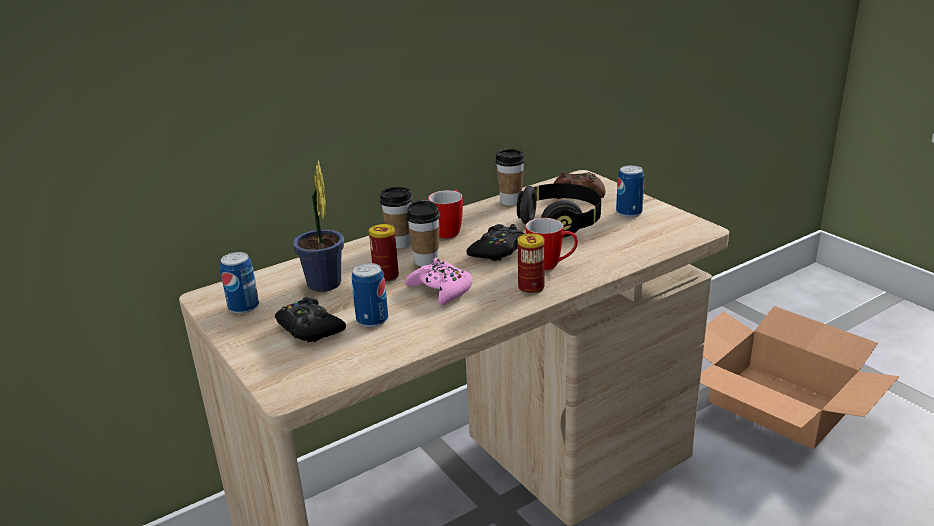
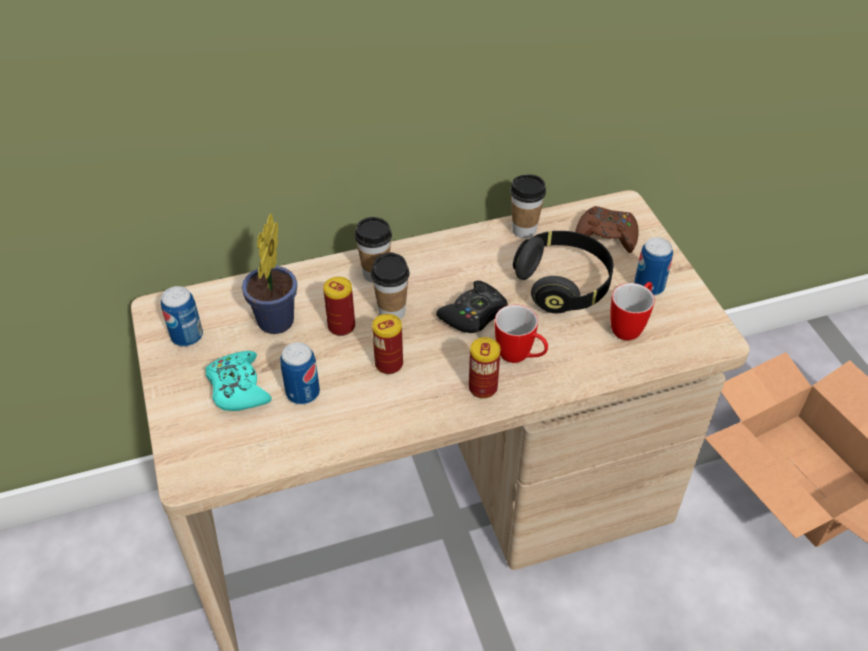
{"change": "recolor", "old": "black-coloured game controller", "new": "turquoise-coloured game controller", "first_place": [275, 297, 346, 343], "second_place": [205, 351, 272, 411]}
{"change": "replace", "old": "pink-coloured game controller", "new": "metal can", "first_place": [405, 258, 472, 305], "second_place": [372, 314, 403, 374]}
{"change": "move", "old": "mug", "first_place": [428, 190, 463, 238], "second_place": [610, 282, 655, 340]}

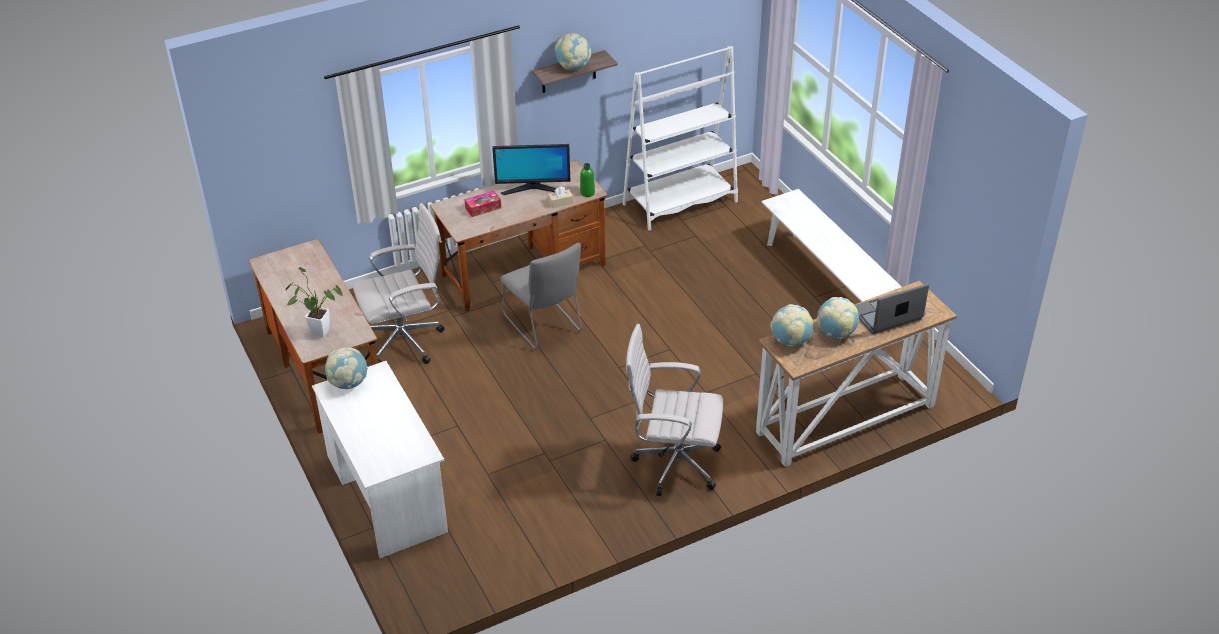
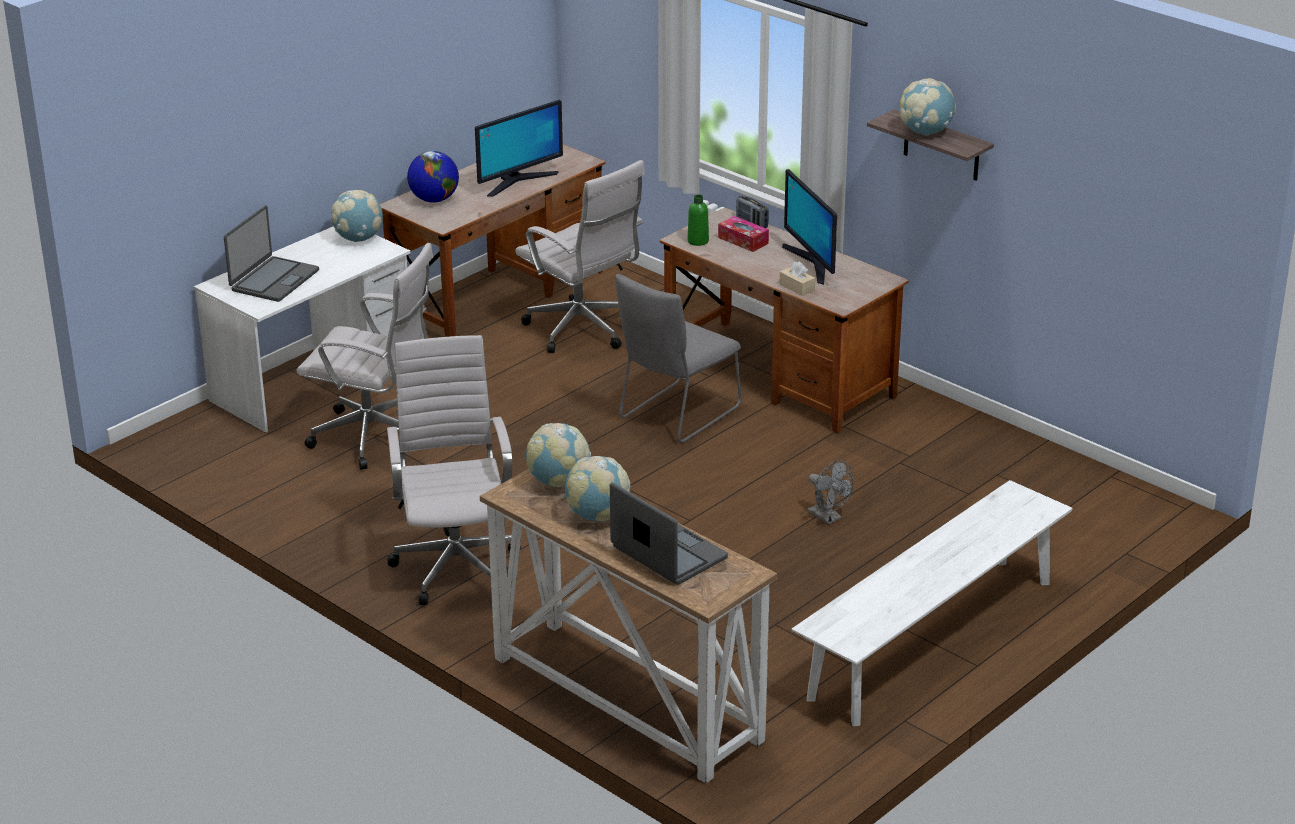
{"change": "insert", "new": "laptop", "second_place": [224, 206, 319, 302]}
{"change": "insert", "new": "white desk chair", "second_place": [296, 243, 433, 470]}
{"change": "replace", "old": "plant in a pot", "new": "desk globe", "first_place": [285, 267, 343, 338], "second_place": [407, 151, 459, 203]}
{"change": "insert", "new": "computer screen", "second_place": [475, 100, 563, 197]}
{"change": "move", "old": "greenish beverage bottle", "first_place": [580, 163, 595, 197], "second_place": [687, 195, 709, 246]}
{"change": "insert", "new": "radio receiver", "second_place": [736, 195, 769, 228]}
{"change": "insert", "new": "greyish electric fan", "second_place": [808, 460, 853, 525]}
{"change": "delete", "old": "white bookcase", "first_place": [623, 46, 738, 231]}

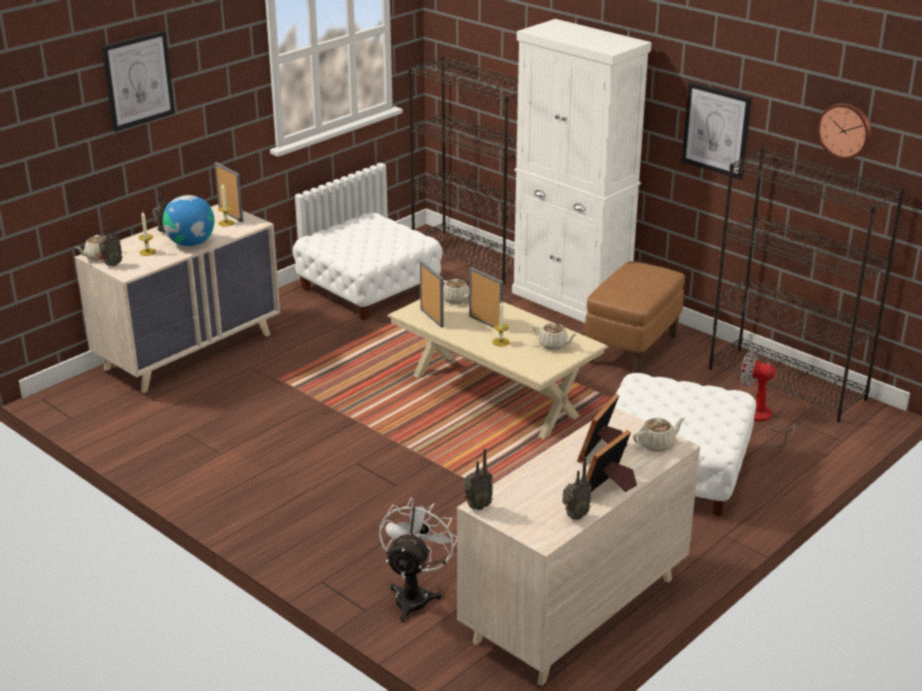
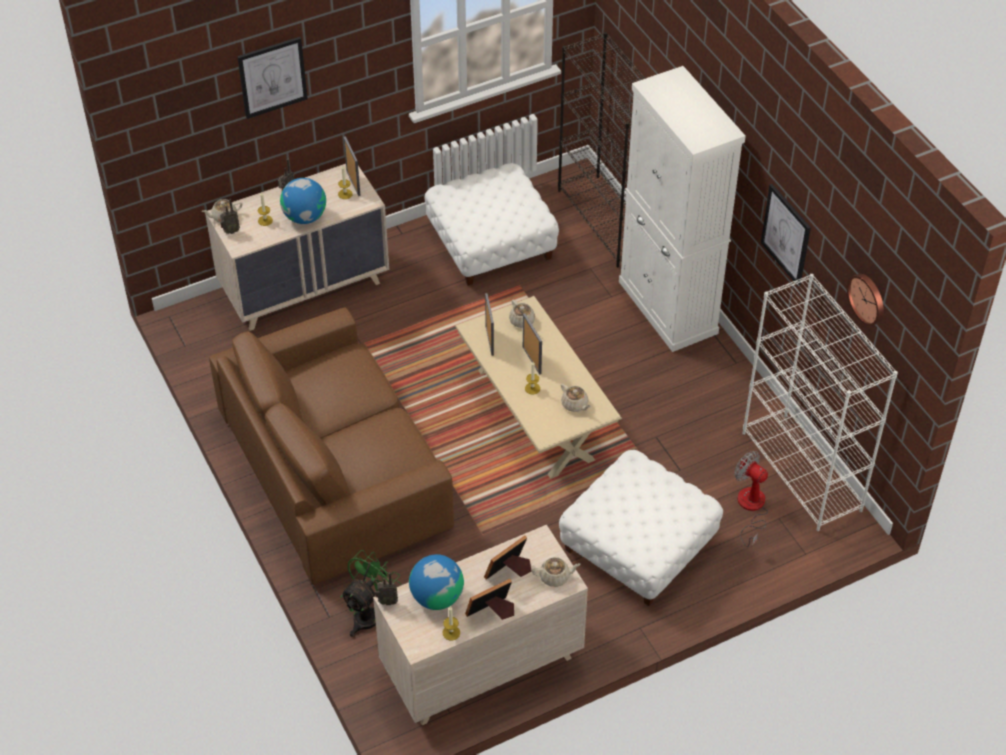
{"change": "insert", "new": "brown-coloured sofa", "second_place": [209, 307, 454, 585]}
{"change": "recolor", "old": "white electric fan", "new": "greenish electric fan", "first_place": [379, 498, 457, 622], "second_place": [340, 550, 402, 637]}
{"change": "insert", "new": "desk globe", "second_place": [409, 554, 464, 610]}
{"change": "replace", "old": "radio receiver", "new": "wax candle", "first_place": [562, 457, 592, 520], "second_place": [443, 606, 460, 641]}
{"change": "recolor", "old": "black-coloured bookcase", "new": "white bookcase", "first_place": [709, 148, 905, 422], "second_place": [742, 274, 898, 531]}
{"change": "delete", "old": "brown-coloured ottoman", "first_place": [585, 261, 685, 373]}

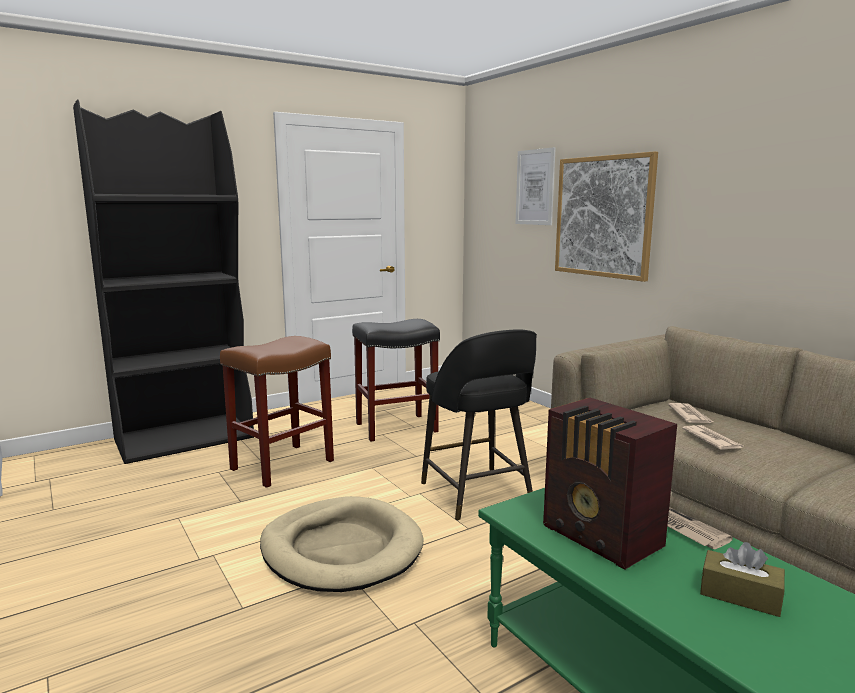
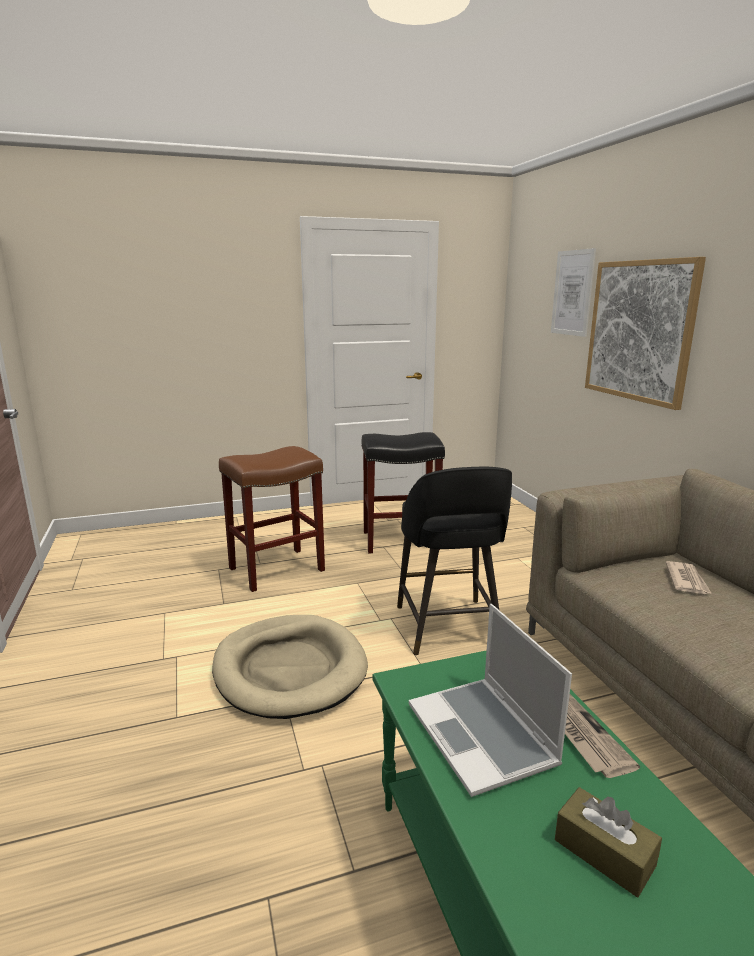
{"change": "replace", "old": "radio receiver", "new": "laptop", "first_place": [543, 398, 677, 570], "second_place": [409, 604, 572, 797]}
{"change": "delete", "old": "black-coloured bookcase", "first_place": [73, 100, 254, 464]}
{"change": "delete", "old": "printed paper", "first_place": [682, 425, 743, 450]}

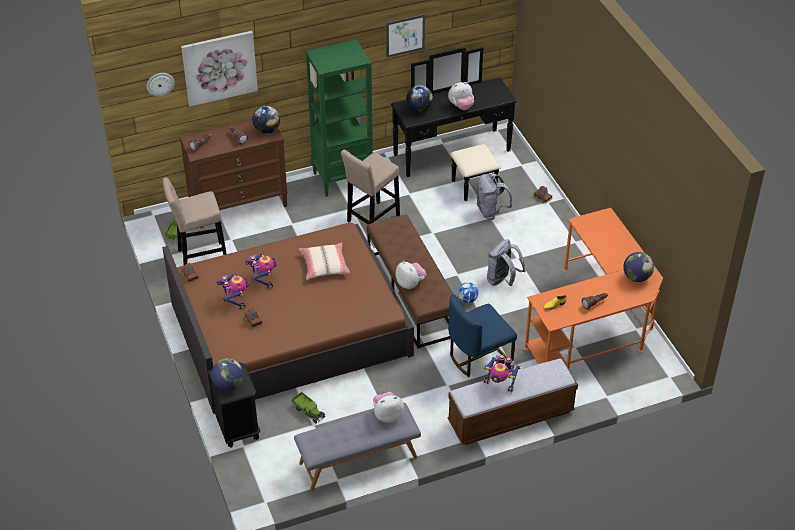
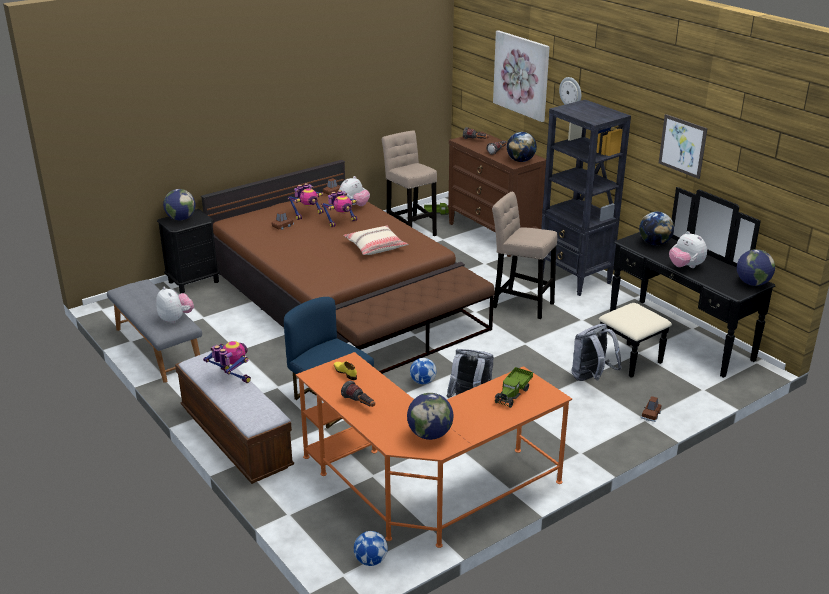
{"change": "rotate", "old": "model robot", "first_place": [484, 355, 521, 393], "second_place": [203, 341, 251, 383], "degrees": 120}
{"change": "move", "old": "cuddly toy", "first_place": [396, 261, 426, 289], "second_place": [339, 176, 370, 206]}
{"change": "insert", "new": "football ball", "second_place": [354, 531, 388, 566]}
{"change": "move", "old": "toy truck", "first_place": [291, 392, 325, 424], "second_place": [495, 367, 533, 408]}
{"change": "recolor", "old": "greenish bookcase", "new": "black-coloured bookcase", "first_place": [306, 39, 373, 197], "second_place": [541, 100, 631, 296]}
{"change": "move", "old": "wall clock", "first_place": [147, 73, 175, 96], "second_place": [559, 77, 581, 104]}
{"change": "insert", "new": "desk globe", "second_place": [737, 249, 775, 286]}

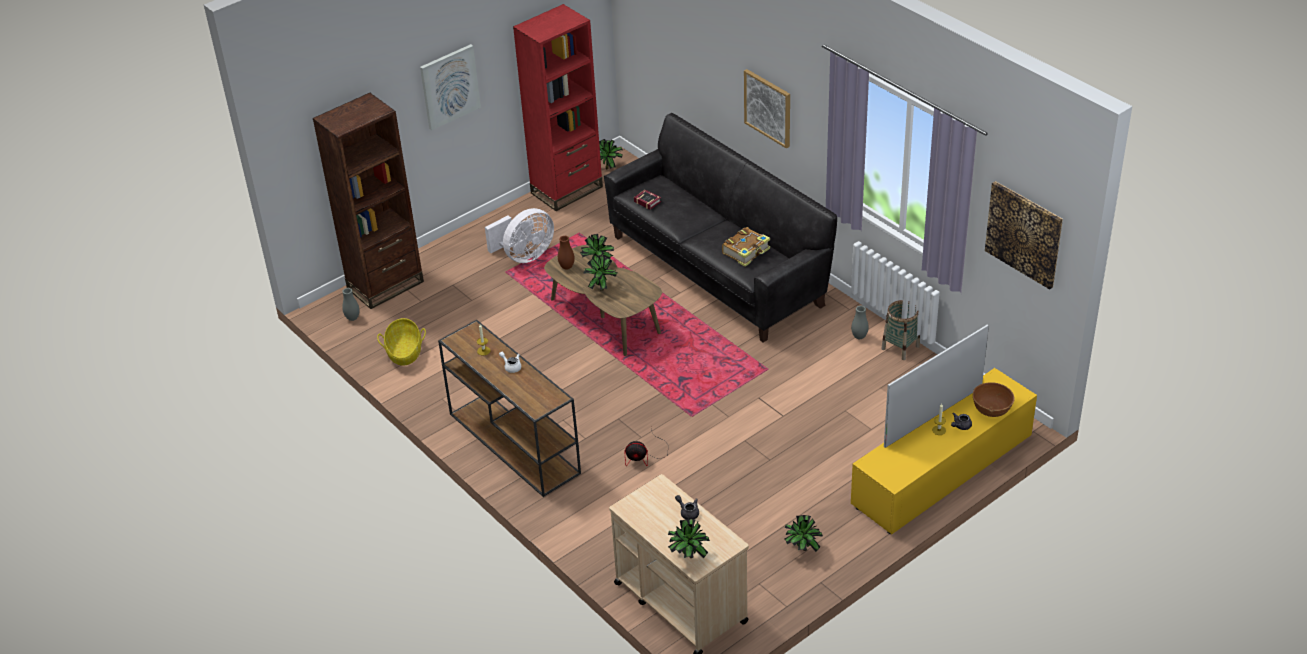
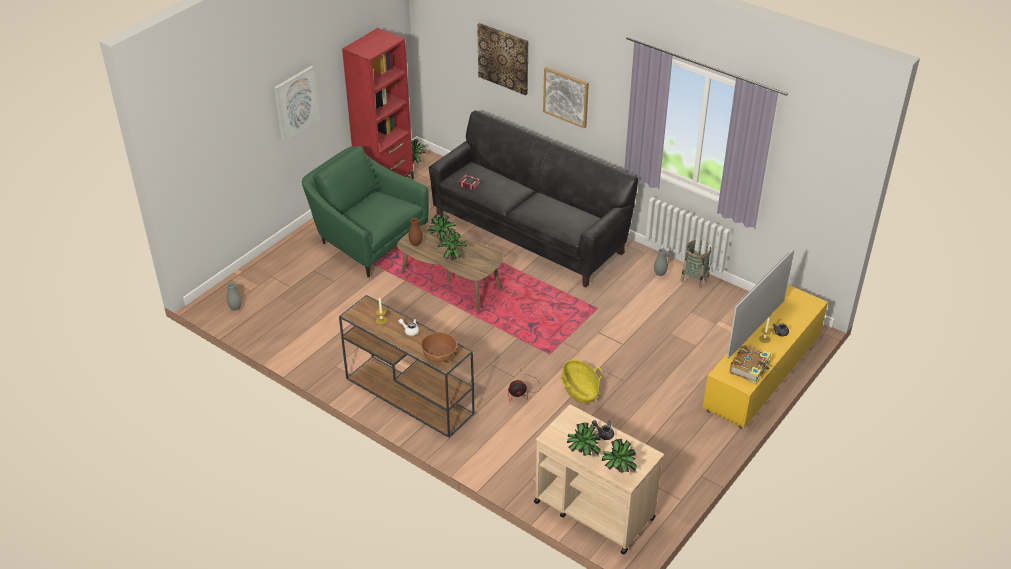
{"change": "replace", "old": "white electric fan", "new": "greenish easy chair", "first_place": [485, 208, 554, 263], "second_place": [302, 146, 429, 278]}
{"change": "move", "old": "brown-coloured deep dish", "first_place": [973, 382, 1015, 417], "second_place": [421, 332, 457, 362]}
{"change": "move", "old": "wall art", "first_place": [985, 181, 1063, 289], "second_place": [477, 23, 528, 95]}
{"change": "move", "old": "household basket", "first_place": [377, 318, 426, 366], "second_place": [560, 360, 602, 403]}
{"change": "move", "old": "plant in a pot", "first_place": [784, 515, 823, 552], "second_place": [567, 423, 601, 456]}
{"change": "move", "old": "book", "first_place": [722, 227, 770, 267], "second_place": [730, 345, 771, 384]}
{"change": "delete", "old": "brown-coloured bookcase", "first_place": [313, 93, 424, 309]}

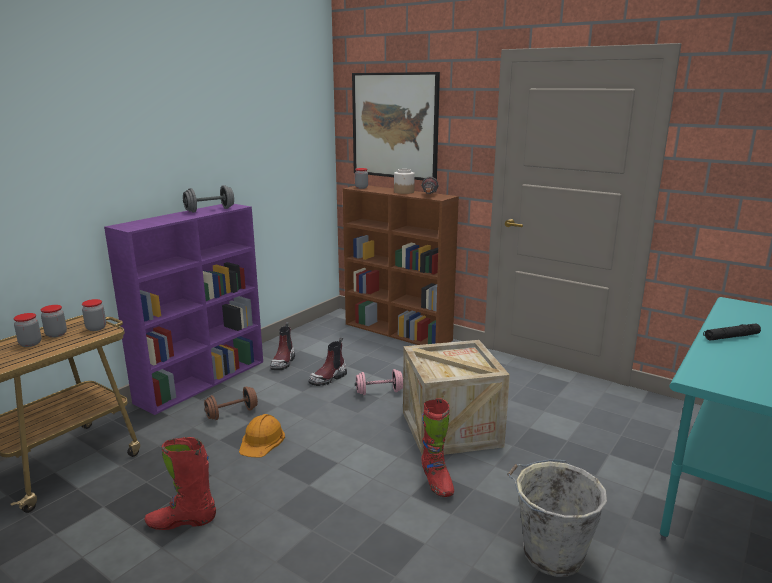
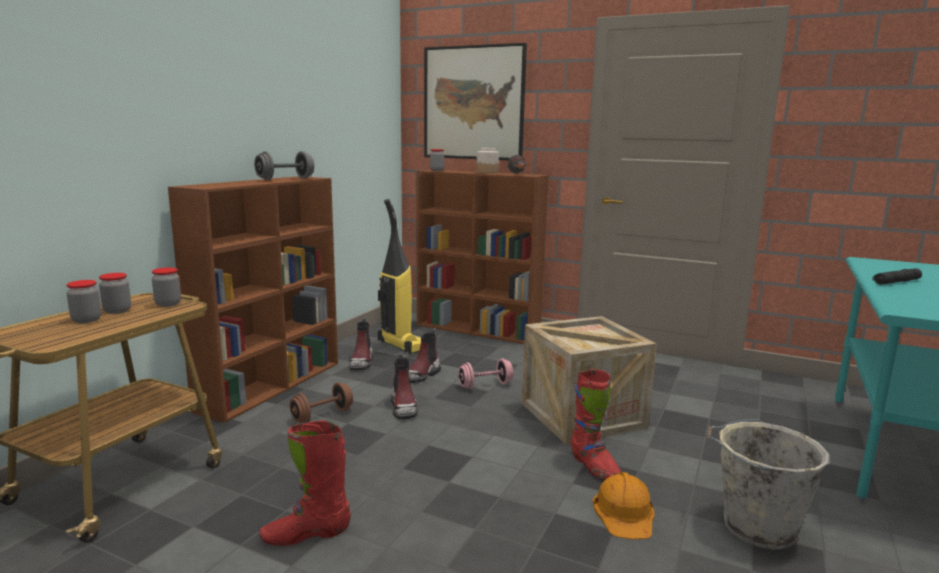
{"change": "recolor", "old": "purple bookcase", "new": "brown-coloured bookcase", "first_place": [104, 204, 263, 415], "second_place": [168, 176, 338, 423]}
{"change": "insert", "new": "vacuum cleaner", "second_place": [378, 199, 421, 354]}
{"change": "insert", "new": "tall boot", "second_place": [391, 352, 418, 419]}
{"change": "move", "old": "orange hard hat", "first_place": [239, 414, 285, 458], "second_place": [593, 472, 655, 539]}

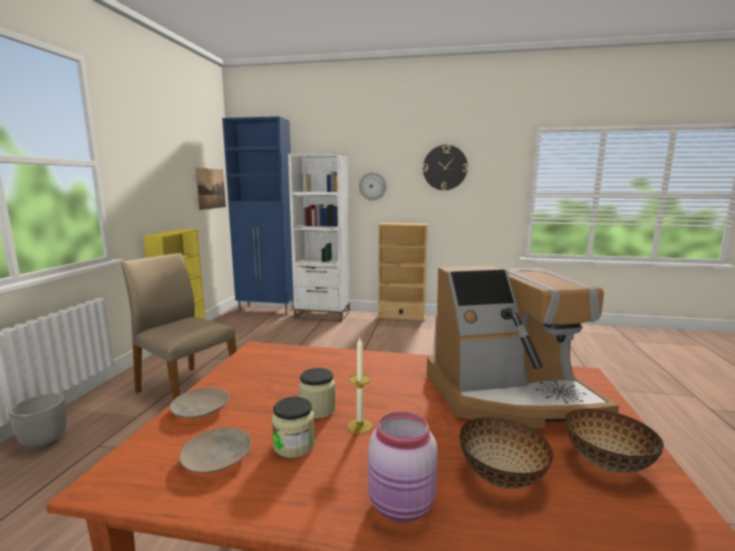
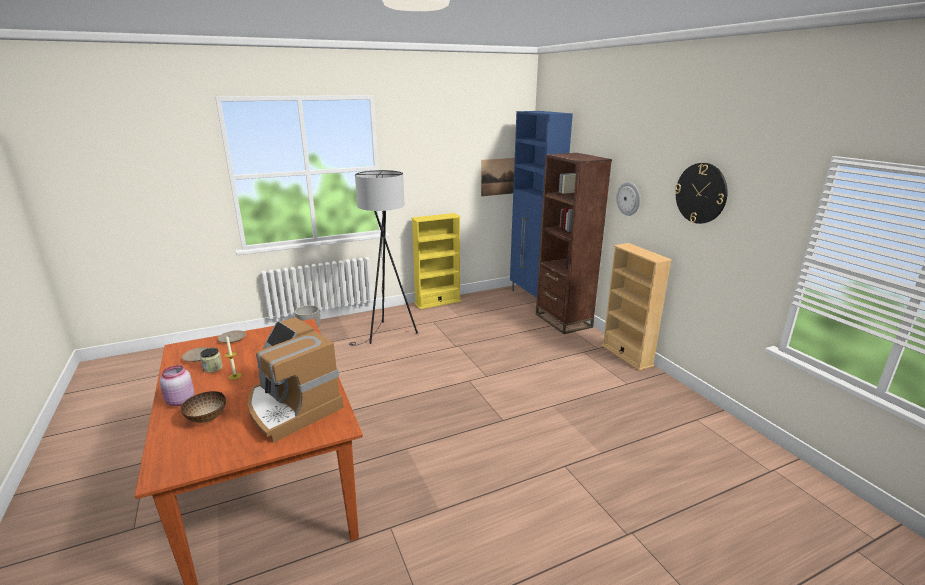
{"change": "replace", "old": "beige-coloured chair", "new": "greyish standard lamp", "first_place": [122, 253, 237, 400], "second_place": [349, 170, 418, 346]}
{"change": "recolor", "old": "white bookcase", "new": "brown-coloured bookcase", "first_place": [288, 153, 350, 322], "second_place": [536, 153, 612, 334]}
{"change": "delete", "old": "storage jar", "first_place": [299, 368, 335, 419]}
{"change": "delete", "old": "deep dish", "first_place": [565, 409, 664, 473]}

